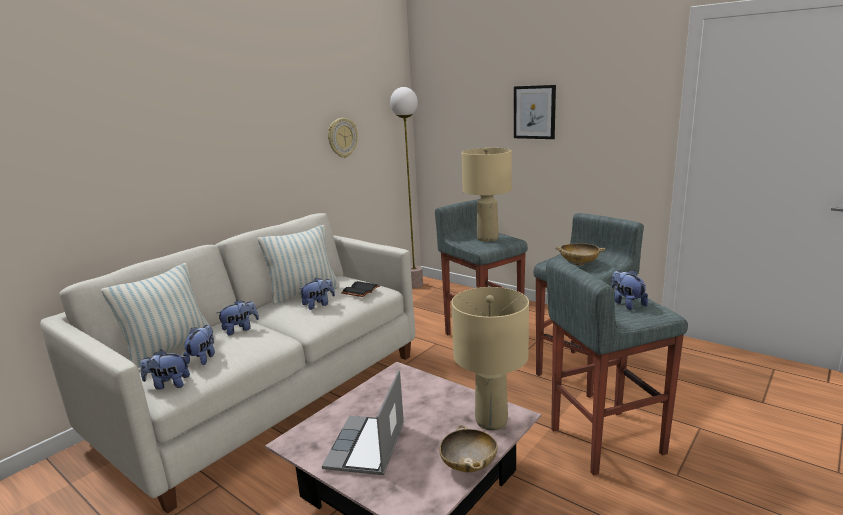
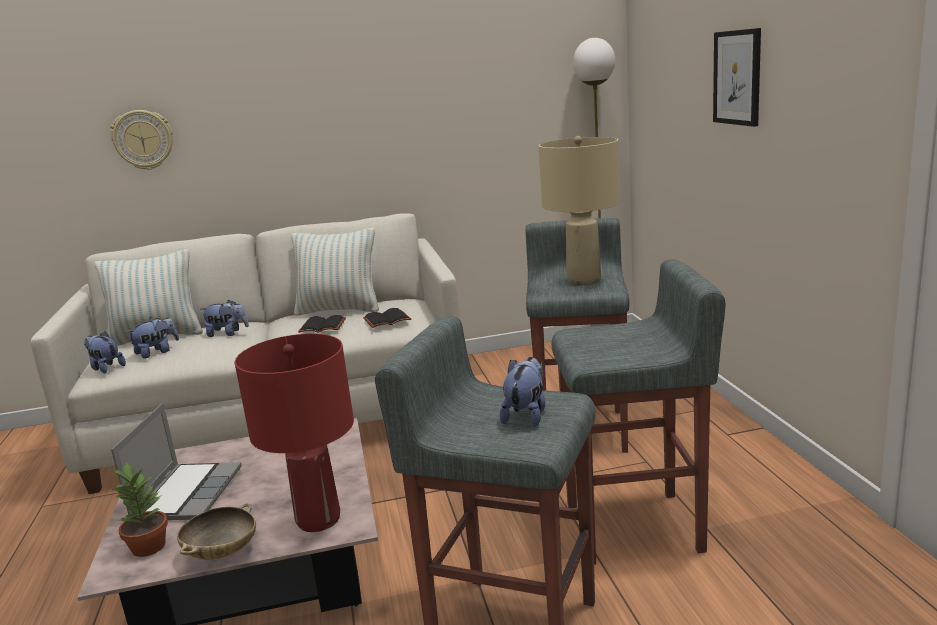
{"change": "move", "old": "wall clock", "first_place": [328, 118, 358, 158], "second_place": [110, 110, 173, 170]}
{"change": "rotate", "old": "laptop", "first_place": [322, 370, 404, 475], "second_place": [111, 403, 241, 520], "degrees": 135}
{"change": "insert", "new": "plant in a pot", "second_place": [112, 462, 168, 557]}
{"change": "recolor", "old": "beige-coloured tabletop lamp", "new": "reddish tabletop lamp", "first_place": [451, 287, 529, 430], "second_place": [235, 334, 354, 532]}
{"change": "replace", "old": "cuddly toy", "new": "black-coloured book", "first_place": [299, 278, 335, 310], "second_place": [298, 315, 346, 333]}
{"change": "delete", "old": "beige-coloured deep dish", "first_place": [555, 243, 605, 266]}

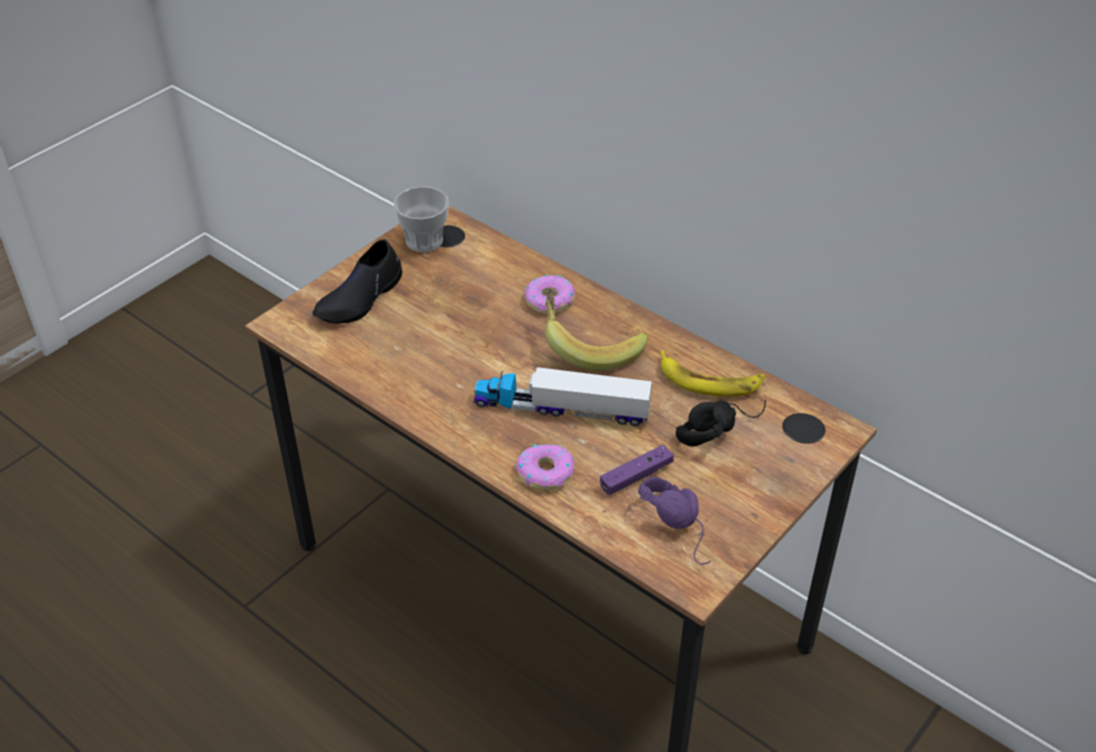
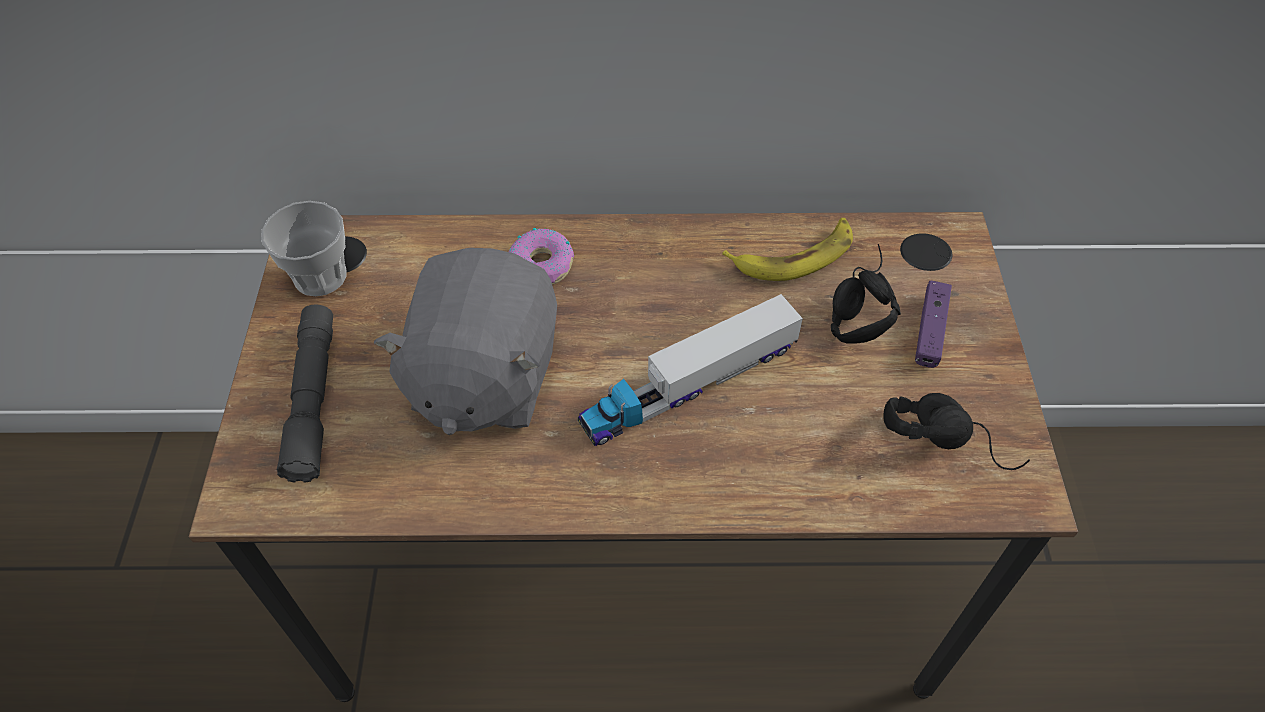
{"change": "replace", "old": "black-coloured shoe", "new": "greyish flashlight", "first_place": [313, 239, 402, 324], "second_place": [277, 305, 333, 483]}
{"change": "insert", "new": "greyish cuddly toy", "second_place": [374, 248, 557, 435]}
{"change": "recolor", "old": "purple headphones", "new": "black-coloured headphones", "first_place": [638, 476, 711, 565], "second_place": [883, 393, 1030, 470]}
{"change": "move", "old": "purple game controller", "first_place": [600, 445, 674, 495], "second_place": [915, 281, 952, 368]}
{"change": "delete", "old": "doughnut", "first_place": [516, 444, 574, 490]}
{"change": "delete", "old": "whole banana", "first_place": [545, 289, 648, 371]}

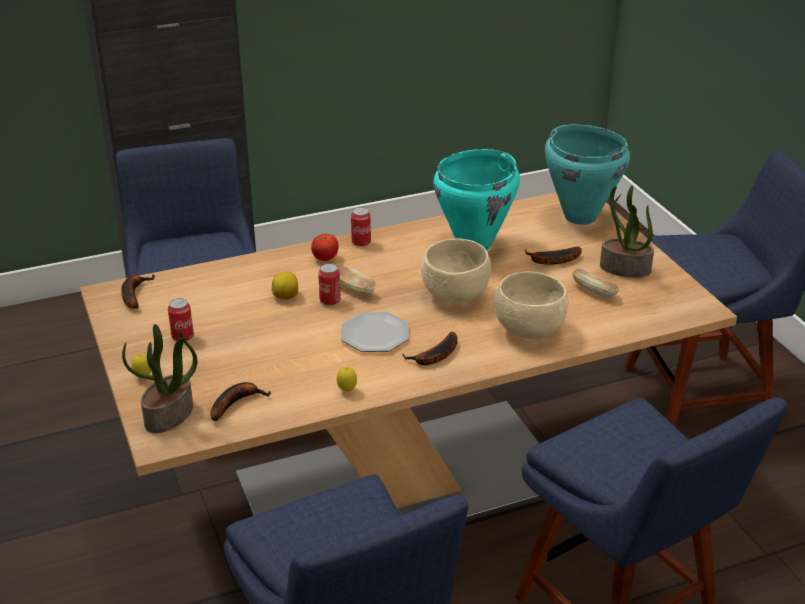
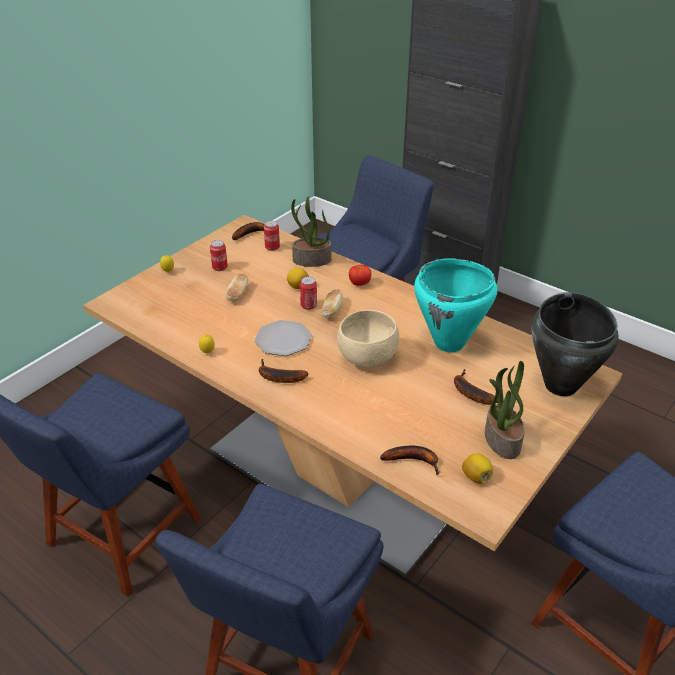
{"change": "move", "old": "bread", "first_place": [572, 269, 619, 297], "second_place": [225, 273, 248, 301]}
{"change": "move", "old": "metal can", "first_place": [351, 207, 371, 247], "second_place": [264, 221, 280, 251]}
{"change": "move", "old": "plant in a pot", "first_place": [122, 324, 198, 433], "second_place": [291, 197, 332, 267]}
{"change": "move", "old": "whole banana", "first_place": [210, 382, 271, 421], "second_place": [380, 446, 440, 475]}
{"change": "insert", "new": "whole lemon", "second_place": [462, 453, 493, 483]}
{"change": "recolor", "old": "turquoise-coloured saucepot", "new": "black-coloured saucepot", "first_place": [545, 124, 630, 225], "second_place": [531, 292, 619, 396]}
{"change": "delete", "old": "beige-coloured deep dish", "first_place": [495, 272, 568, 339]}

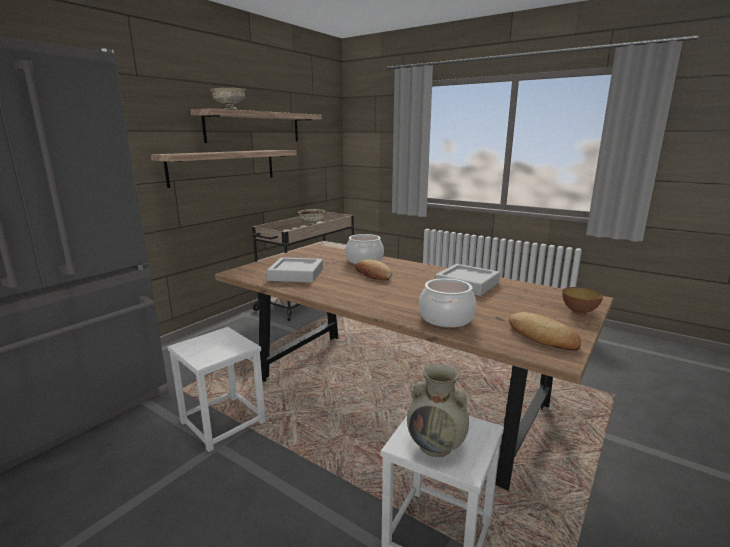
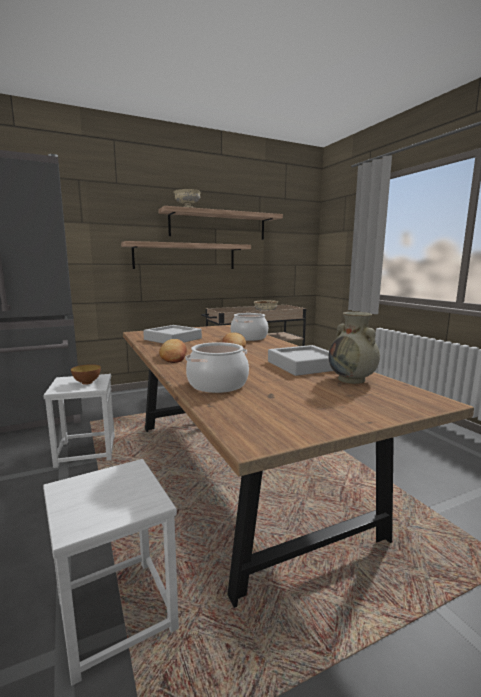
{"change": "move", "old": "deep dish", "first_place": [562, 287, 603, 315], "second_place": [71, 364, 101, 385]}
{"change": "move", "old": "bread", "first_place": [509, 312, 581, 351], "second_place": [159, 339, 187, 363]}
{"change": "move", "old": "beige-coloured vase", "first_place": [407, 364, 469, 457], "second_place": [328, 312, 380, 384]}

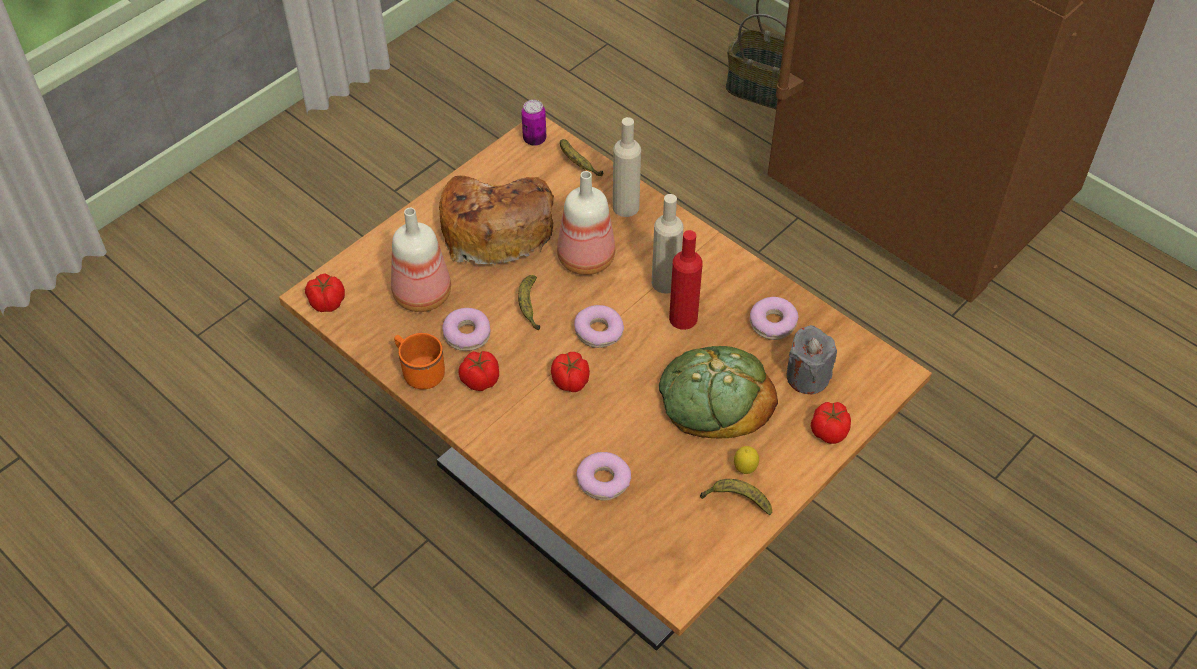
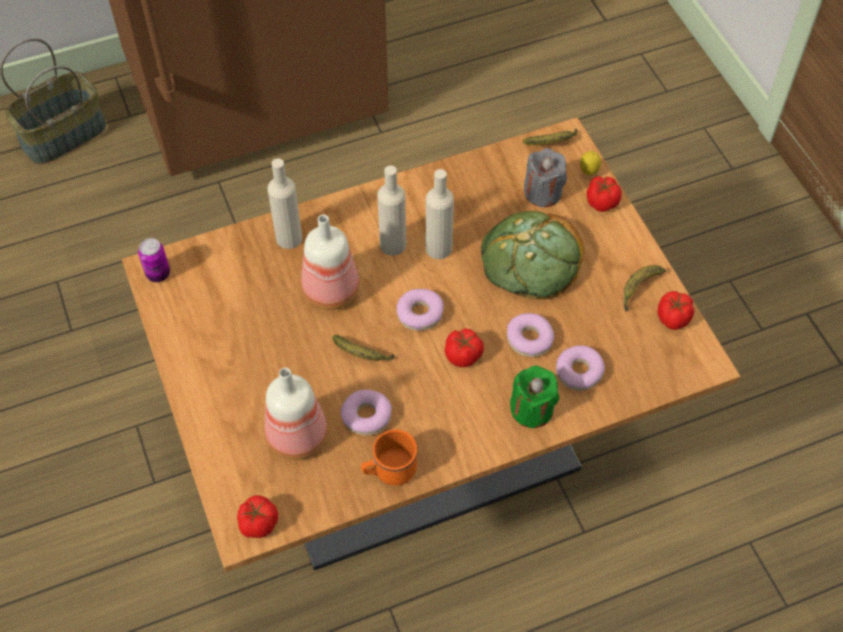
{"change": "recolor", "old": "reddish beverage bottle", "new": "beige-coloured beverage bottle", "first_place": [669, 230, 703, 330], "second_place": [426, 169, 454, 259]}
{"change": "move", "old": "doughnut", "first_place": [750, 297, 799, 340], "second_place": [507, 313, 554, 357]}
{"change": "insert", "new": "greenish wax candle", "second_place": [510, 366, 559, 428]}
{"change": "move", "old": "whole banana", "first_place": [560, 139, 603, 176], "second_place": [523, 128, 578, 145]}
{"change": "move", "old": "whole lemon", "first_place": [734, 446, 759, 474], "second_place": [580, 151, 601, 175]}
{"change": "move", "old": "whole tomato", "first_place": [458, 351, 499, 391], "second_place": [658, 291, 694, 330]}
{"change": "delete", "old": "bread", "first_place": [439, 176, 554, 266]}

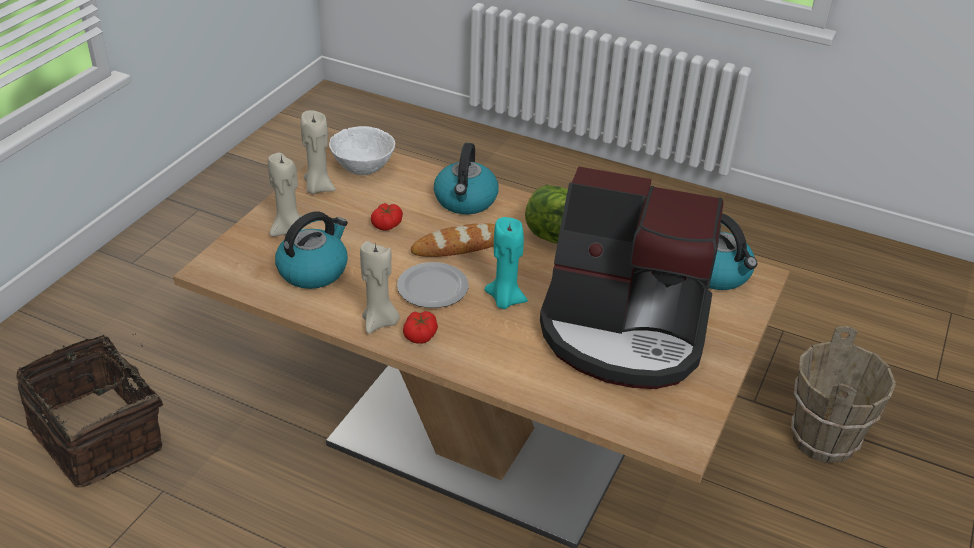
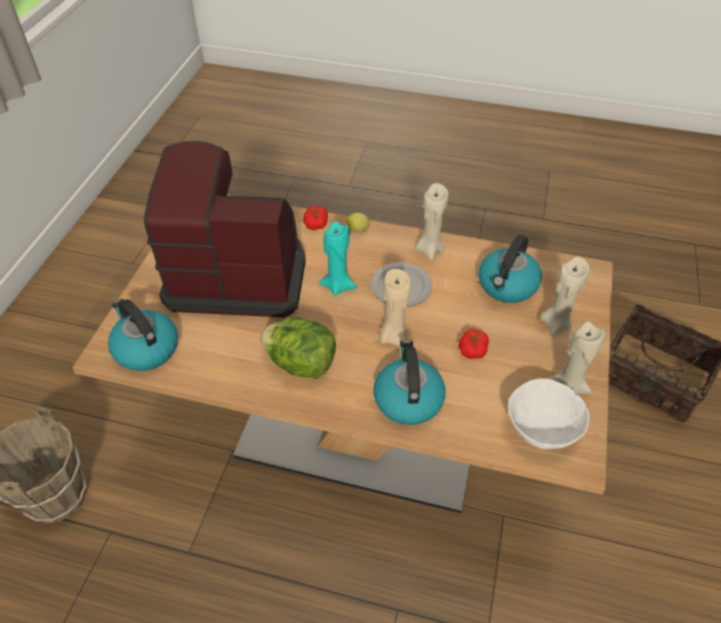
{"change": "move", "old": "whole tomato", "first_place": [403, 311, 438, 344], "second_place": [303, 206, 328, 230]}
{"change": "insert", "new": "whole lemon", "second_place": [346, 213, 370, 232]}
{"change": "replace", "old": "bread", "new": "beige-coloured wax candle", "first_place": [411, 223, 495, 257], "second_place": [379, 269, 411, 347]}

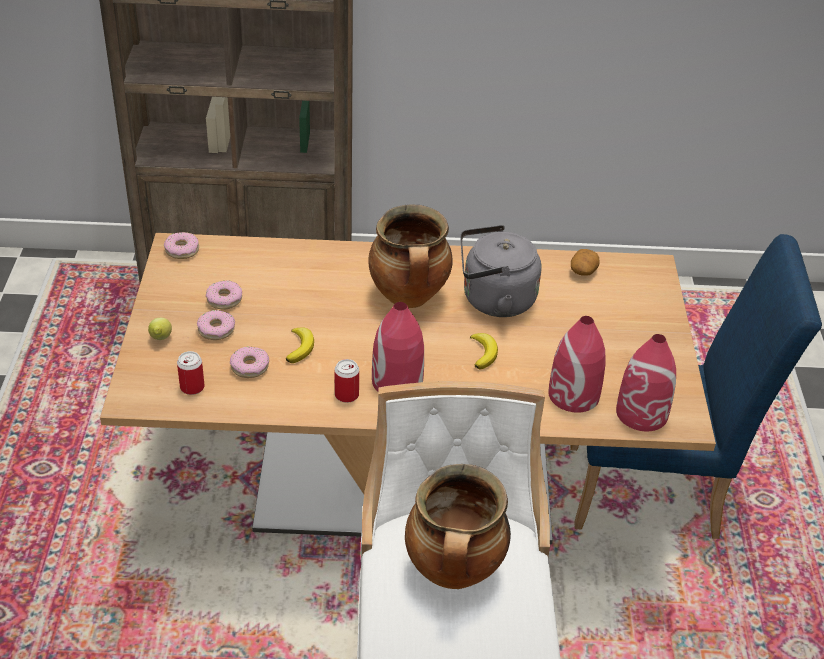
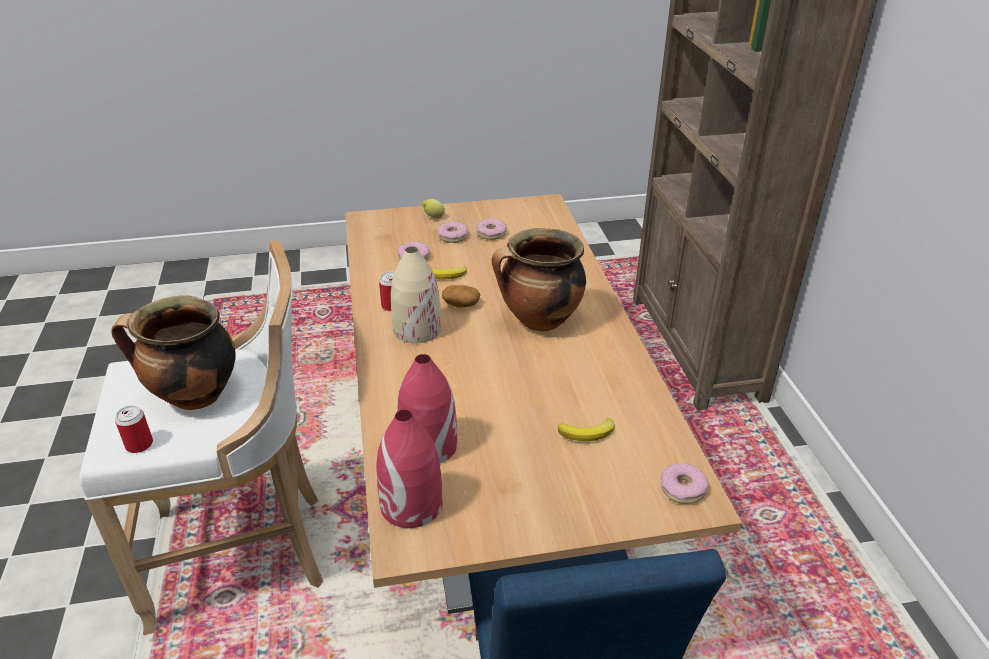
{"change": "move", "old": "metal can", "first_place": [177, 351, 205, 395], "second_place": [115, 405, 153, 453]}
{"change": "recolor", "old": "reddish vase", "new": "beige-coloured vase", "first_place": [372, 302, 424, 392], "second_place": [391, 246, 441, 343]}
{"change": "move", "old": "potato", "first_place": [571, 249, 599, 276], "second_place": [442, 285, 480, 308]}
{"change": "move", "old": "whole banana", "first_place": [470, 333, 498, 369], "second_place": [558, 418, 615, 441]}
{"change": "move", "old": "doughnut", "first_place": [164, 232, 199, 259], "second_place": [661, 463, 709, 504]}
{"change": "delete", "old": "greyish water kettle", "first_place": [460, 225, 542, 317]}

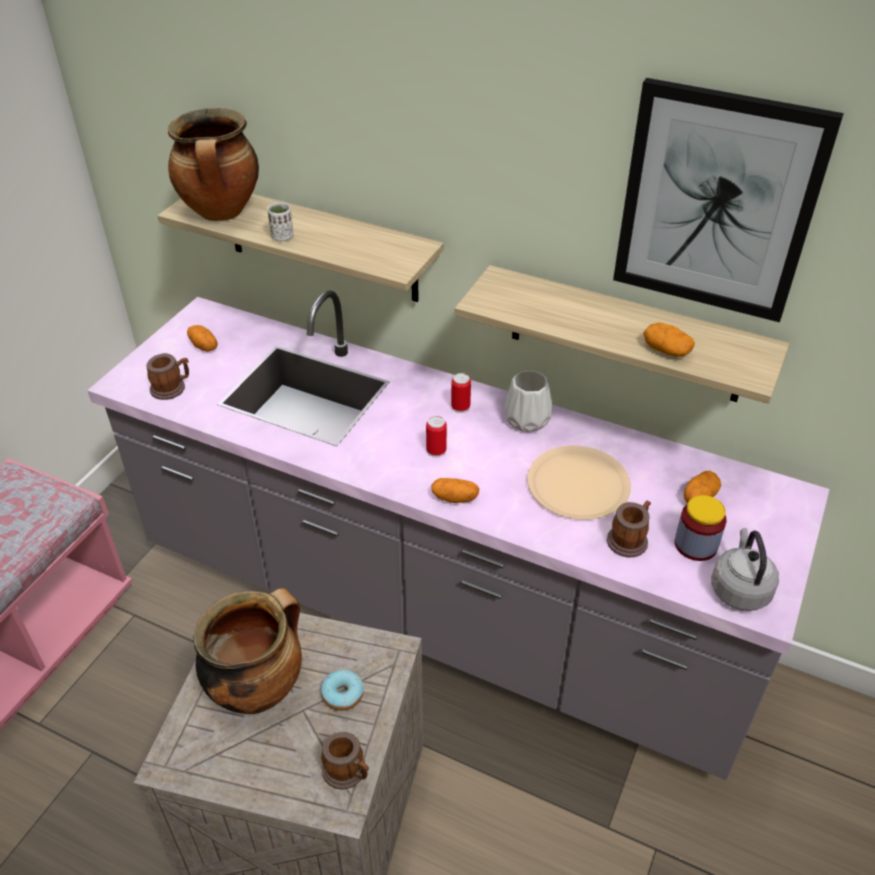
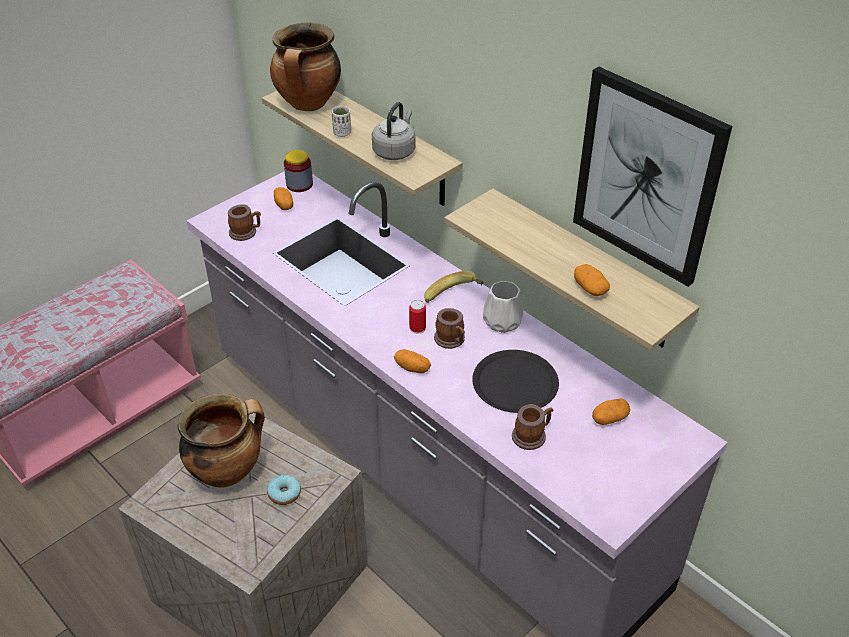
{"change": "move", "old": "storage jar", "first_place": [675, 495, 727, 561], "second_place": [284, 150, 313, 192]}
{"change": "move", "old": "greyish water kettle", "first_place": [711, 528, 779, 611], "second_place": [372, 102, 416, 160]}
{"change": "replace", "old": "metal can", "new": "whole banana", "first_place": [451, 373, 471, 413], "second_place": [424, 271, 484, 303]}
{"change": "move", "old": "mug", "first_place": [321, 732, 369, 790], "second_place": [434, 308, 465, 349]}
{"change": "recolor", "old": "beige-coloured plate", "new": "black-coloured plate", "first_place": [527, 446, 631, 520], "second_place": [472, 350, 559, 413]}

